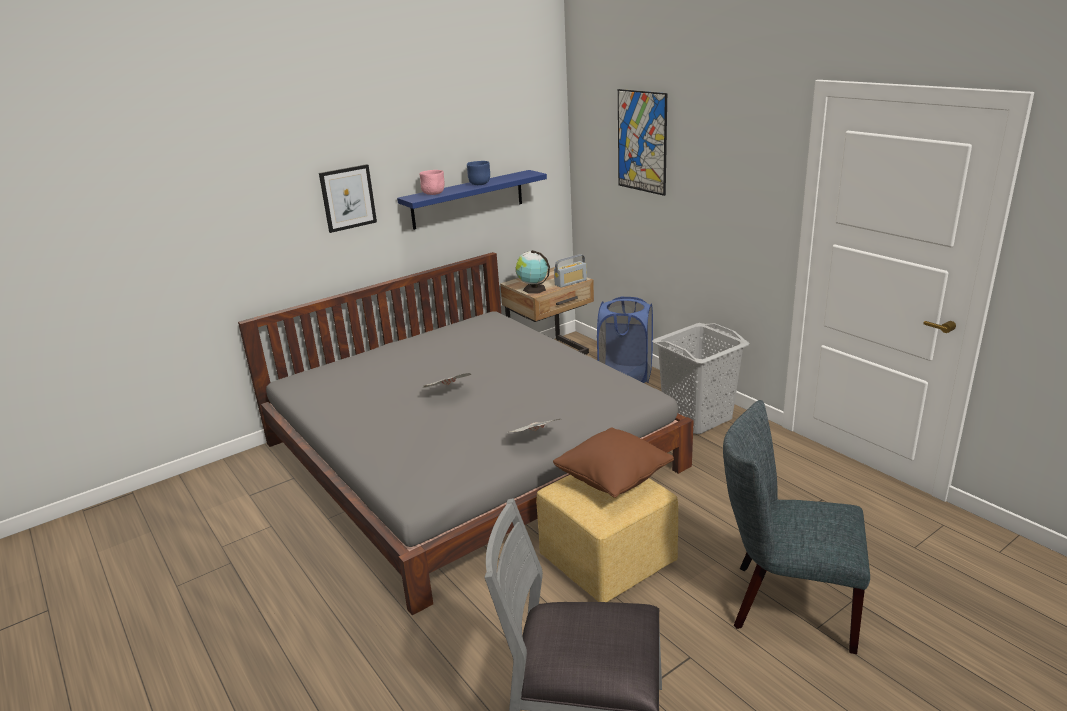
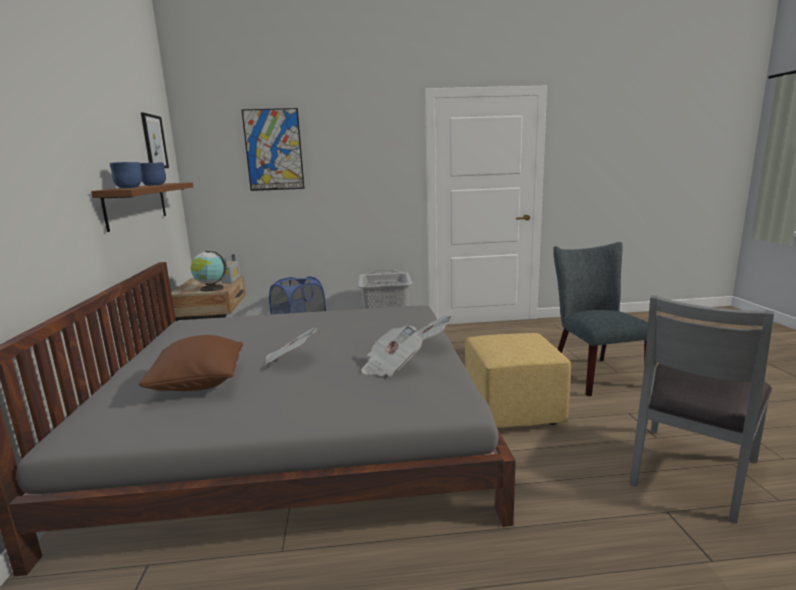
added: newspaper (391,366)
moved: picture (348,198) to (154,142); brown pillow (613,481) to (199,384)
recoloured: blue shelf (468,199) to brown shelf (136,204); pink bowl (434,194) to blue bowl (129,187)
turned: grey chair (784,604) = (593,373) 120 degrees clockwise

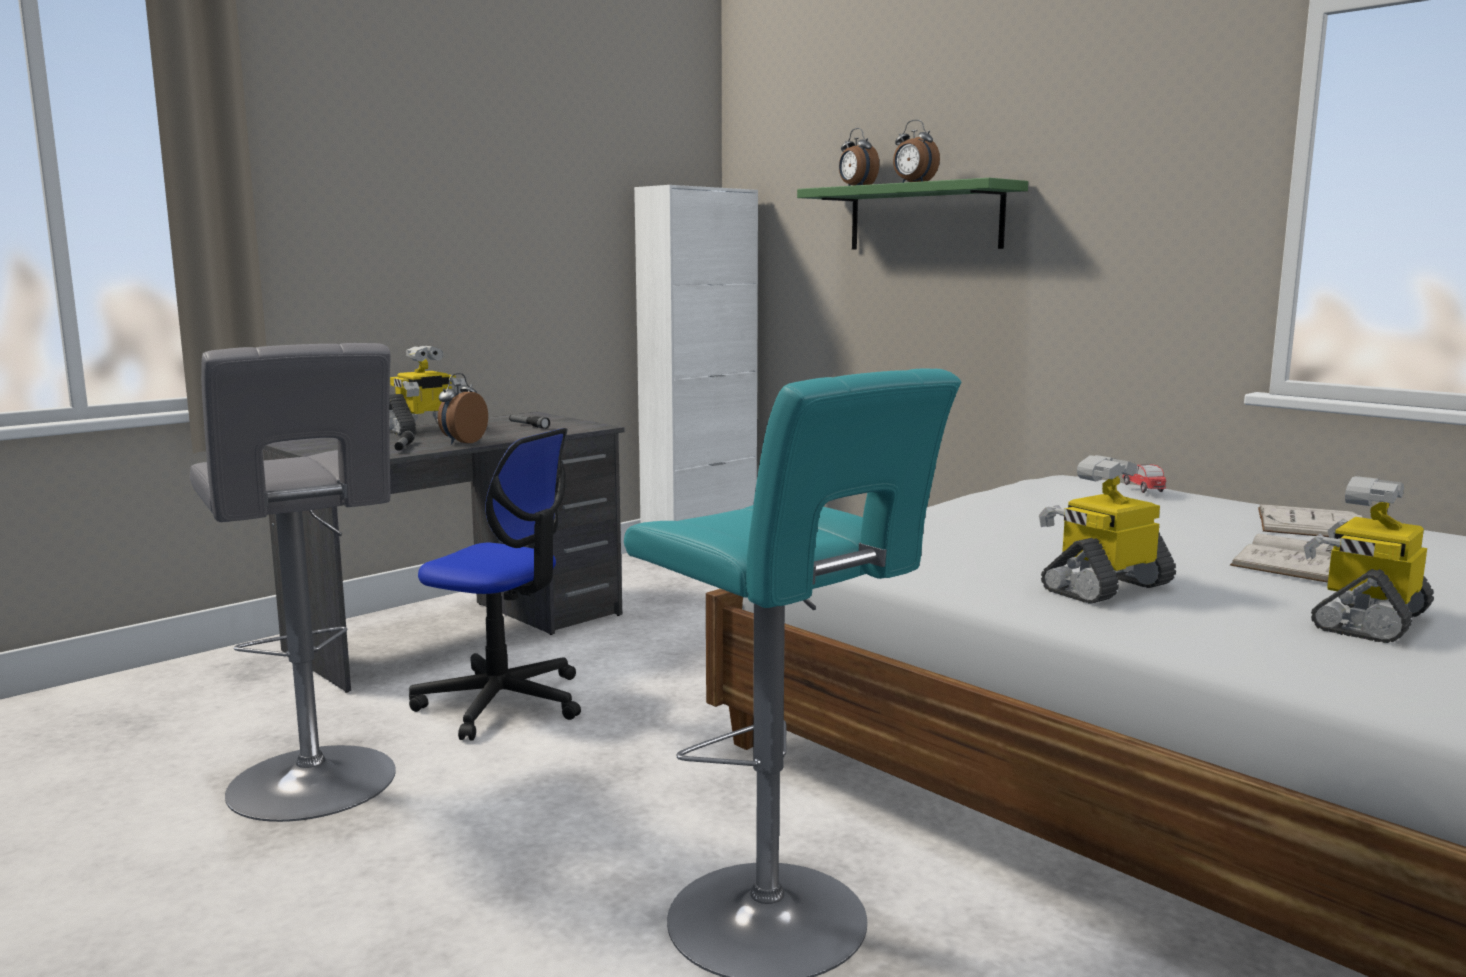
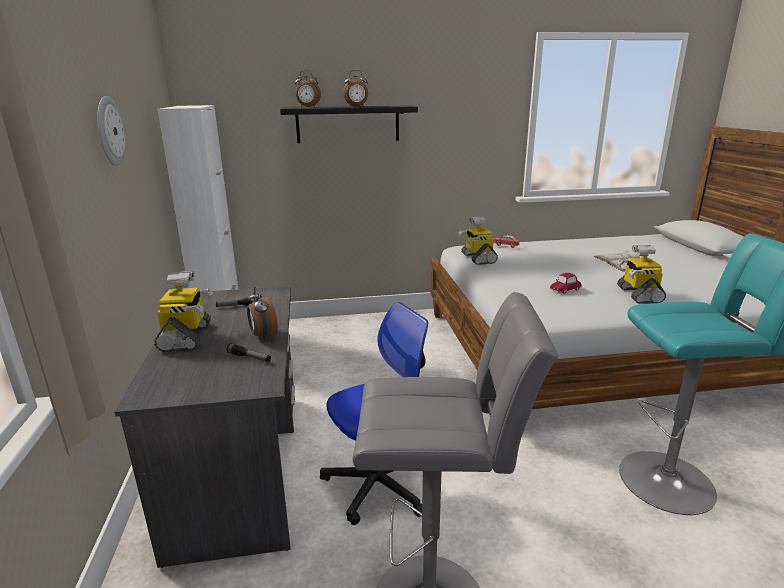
removed: white book (1309,523)
added: wall clock (109,131); toy car (565,289)
moved: toy robot (1367,621) to (477,258)
recoloured: green shelf (925,217) to black shelf (348,124)

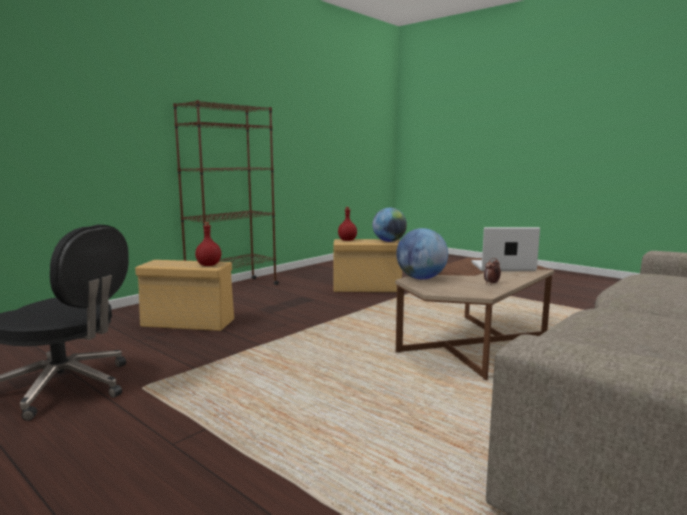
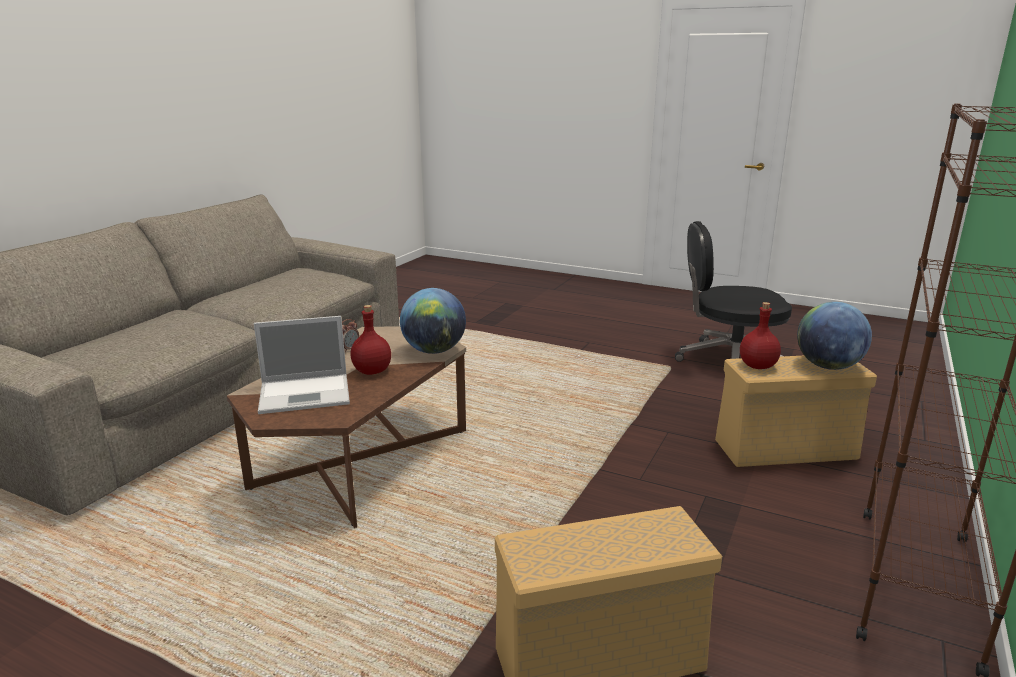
moved: red bottle (347,240) to (373,371); globe (389,241) to (828,366)

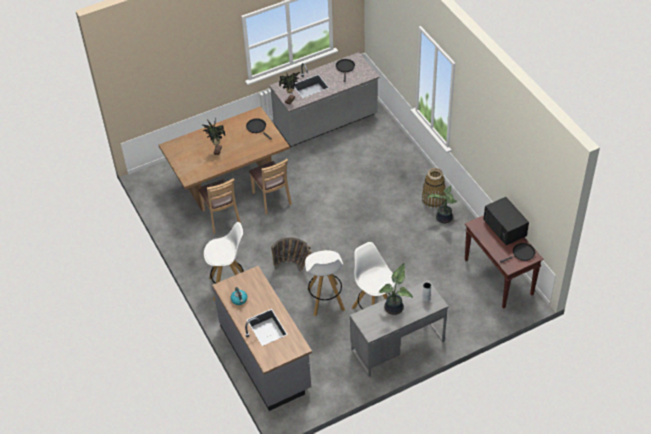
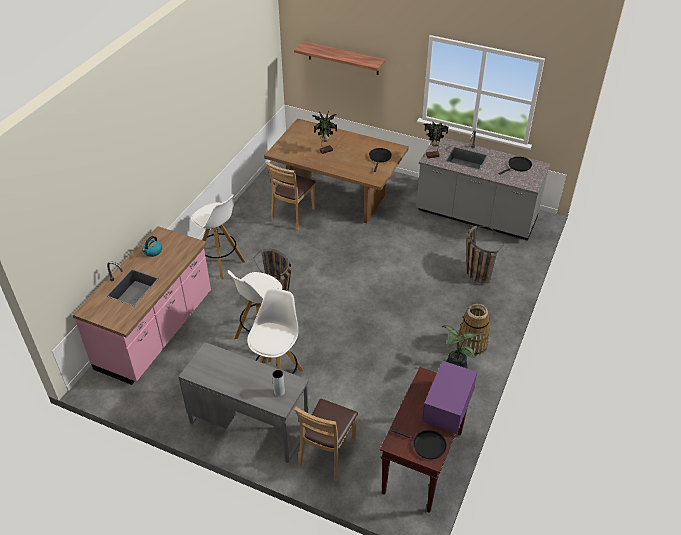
removed: potted plant (395,308)
added: shelf (343,58); basket (474,270)
moved: brown chair (271,199) to (327,453)
recoloured: grey counter (265,357) to pink counter (156,331); black microwave (505,229) to purple microwave (448,408)

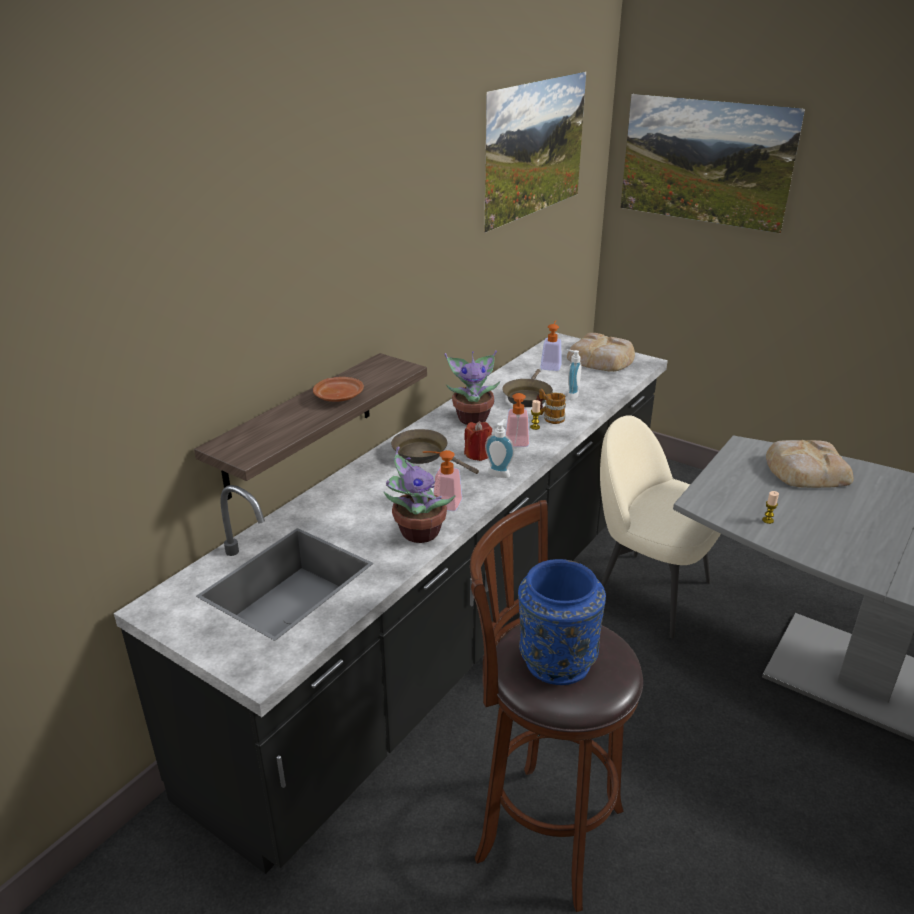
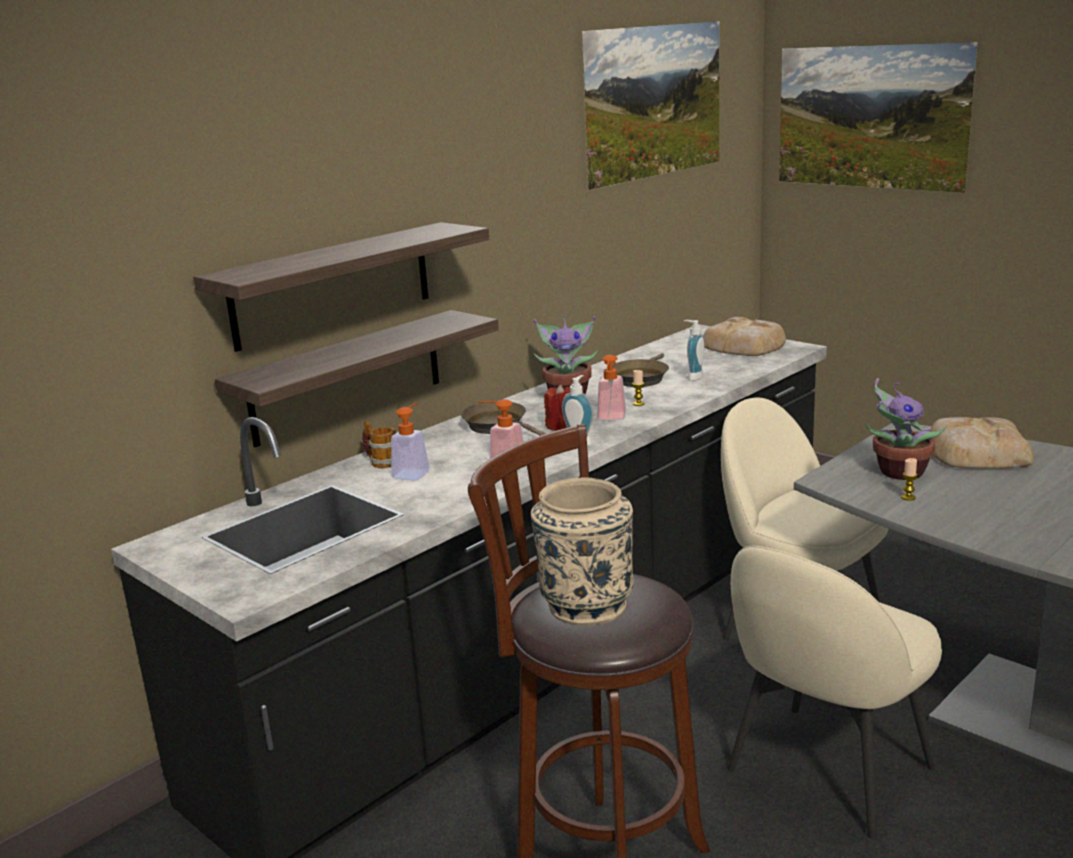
removed: brown plate (339,397)
added: shelf (332,285); beige chair (826,771)
moved: potted plant (417,532) to (898,472); mug (550,418) to (381,461); soap dispenser (551,365) to (414,472)
recoloured: blue vase (556,661) to beige vase (585,605)

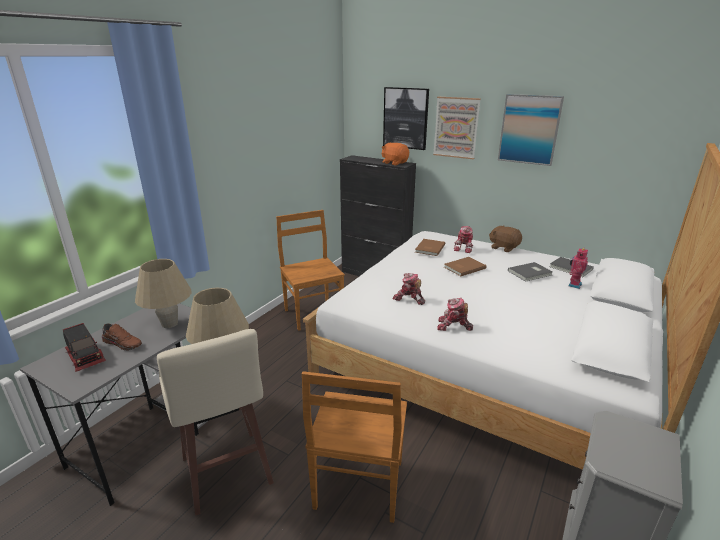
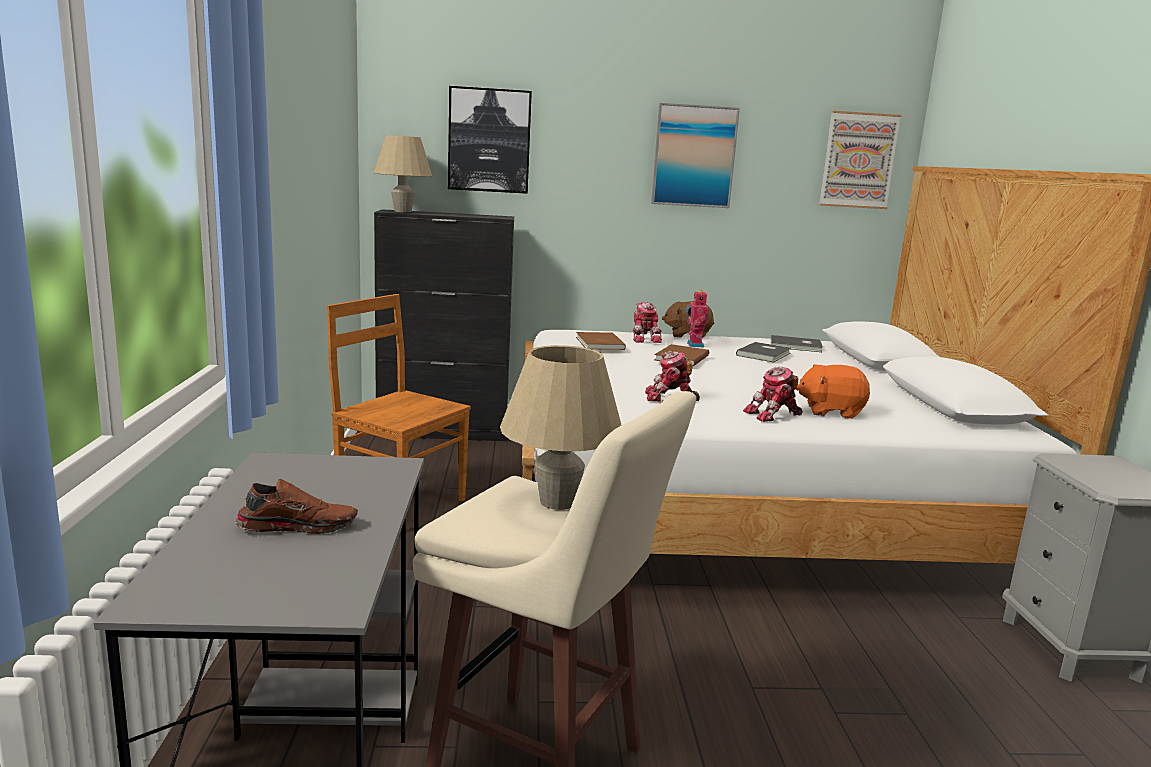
removed: toy truck (86,357); brown chair (358,487)
moved: beige table lamp (170,324) to (403,211); orange plush toy (394,163) to (831,411); picture (456,127) to (858,160); toy robot (573,284) to (694,345)

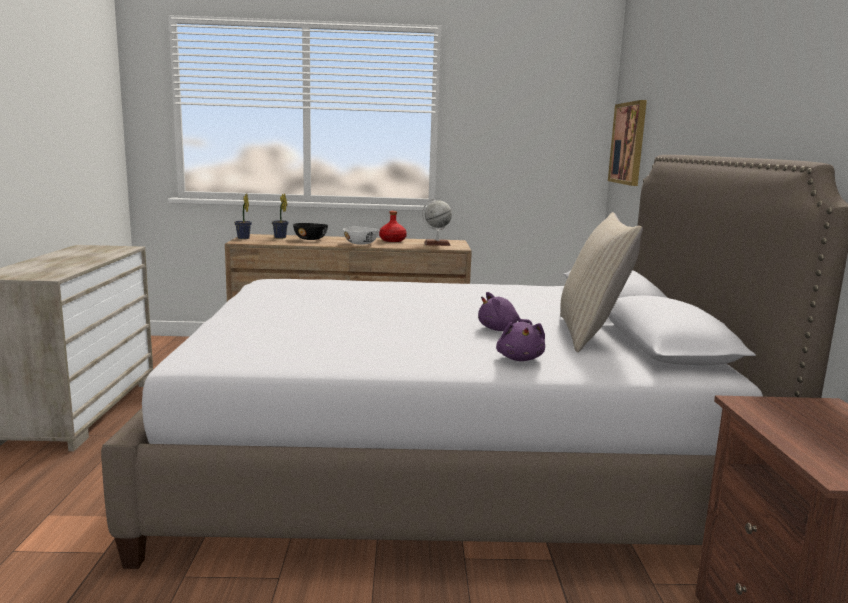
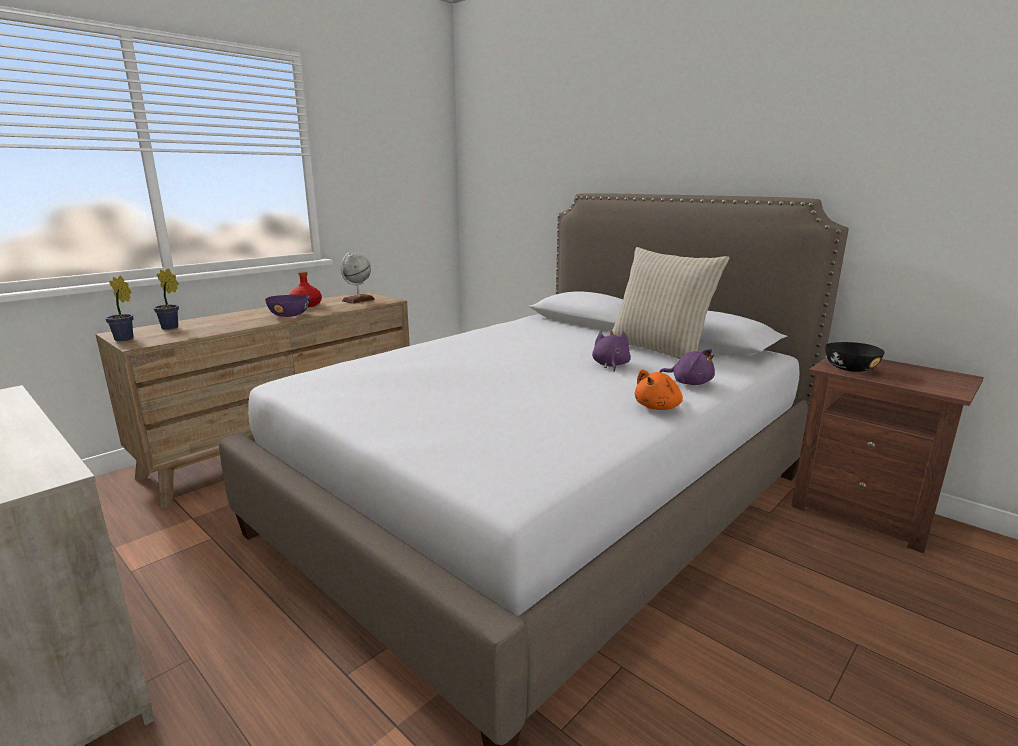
removed: picture (628,143)
added: orange plush toy (658,407)
moved: black bowl (311,239) to (850,369)
recoloured: white bowl (361,244) to purple bowl (290,315)
turned: purple plush toy (500,330) = (610,365) 150 degrees clockwise

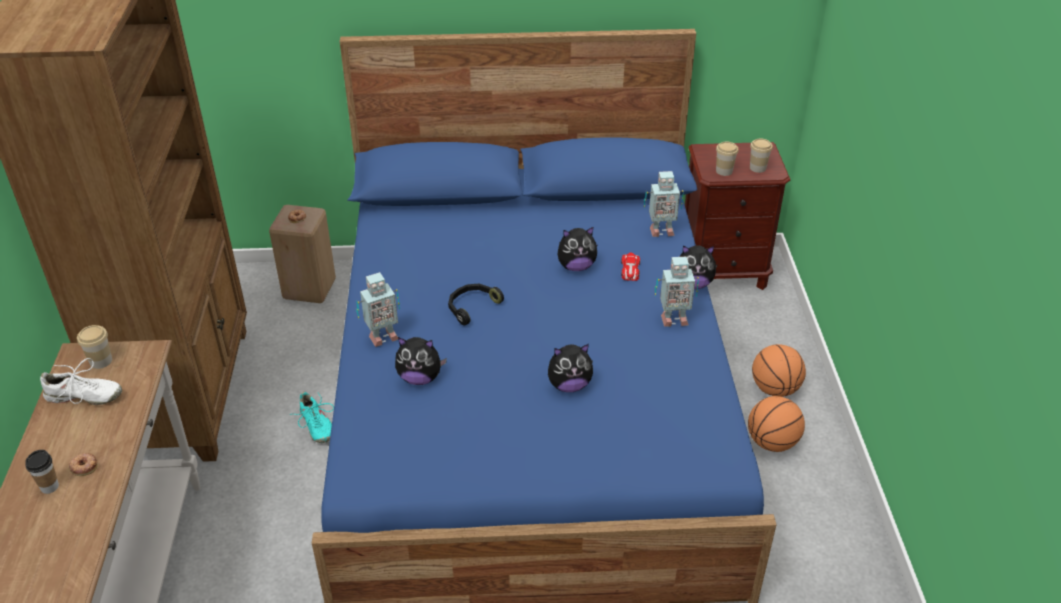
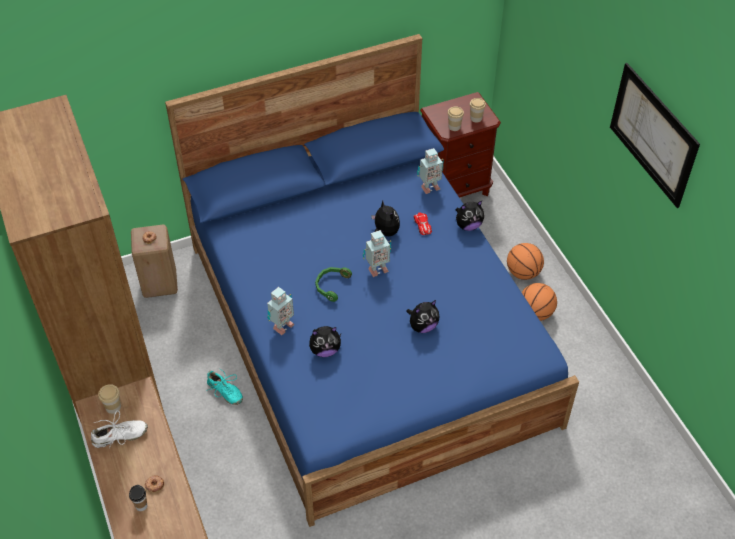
added: picture (653,134)
moved: toy robot (673,319) to (377,269)
recoloured: black headphones (472,307) to green headphones (331,285)
turned: plush toy (576,266) = (385,232) 90 degrees counterclockwise

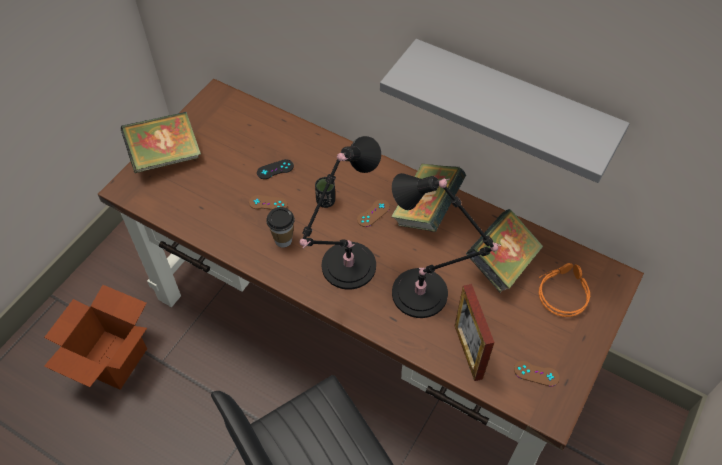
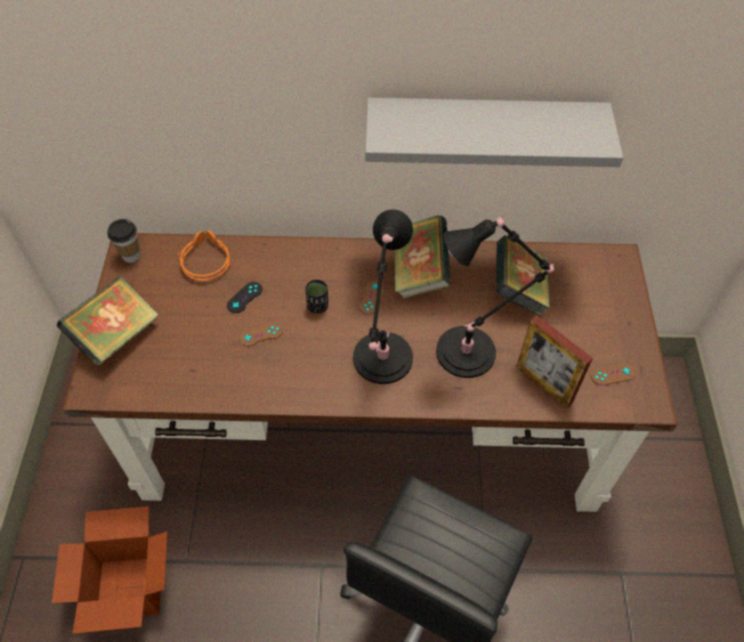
moved: cup (283,240) to (131,255); orange headphones (562,291) to (204,259)

